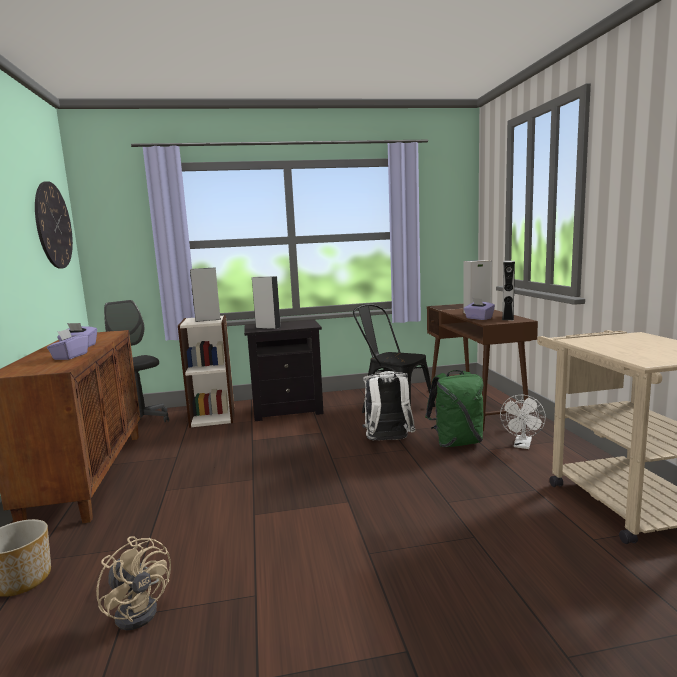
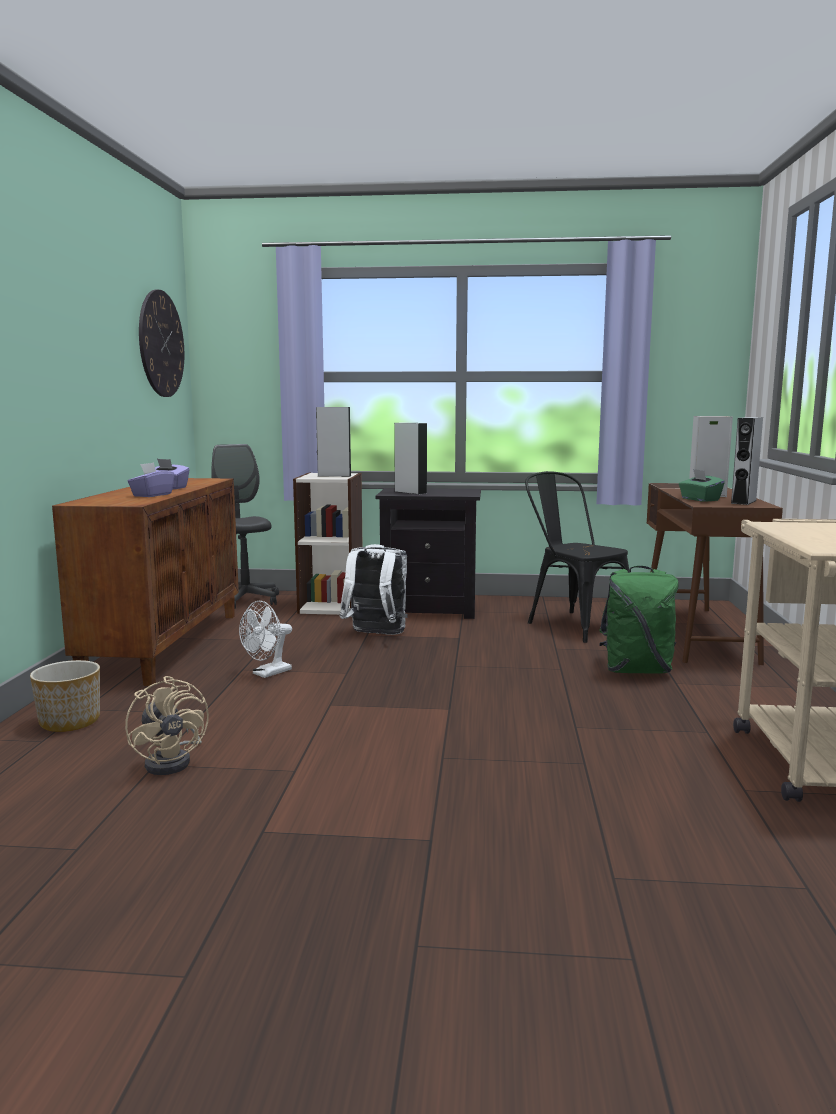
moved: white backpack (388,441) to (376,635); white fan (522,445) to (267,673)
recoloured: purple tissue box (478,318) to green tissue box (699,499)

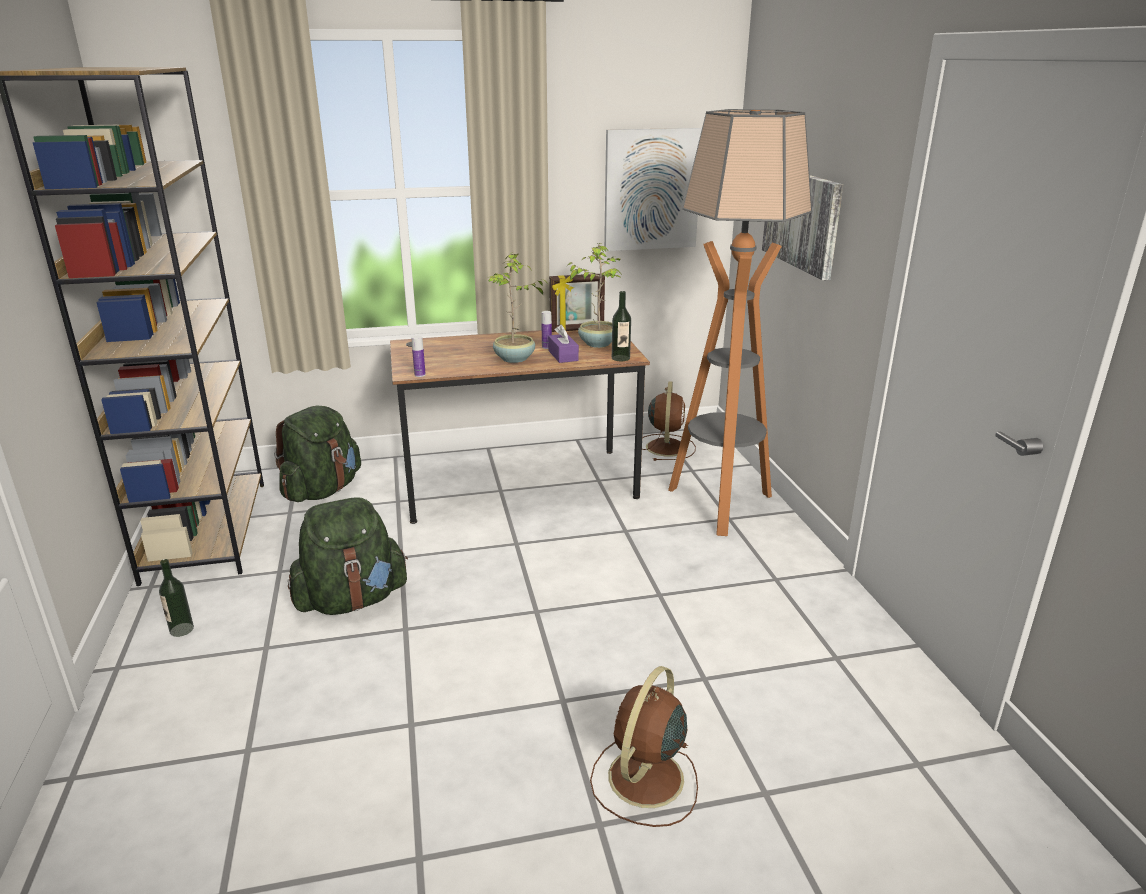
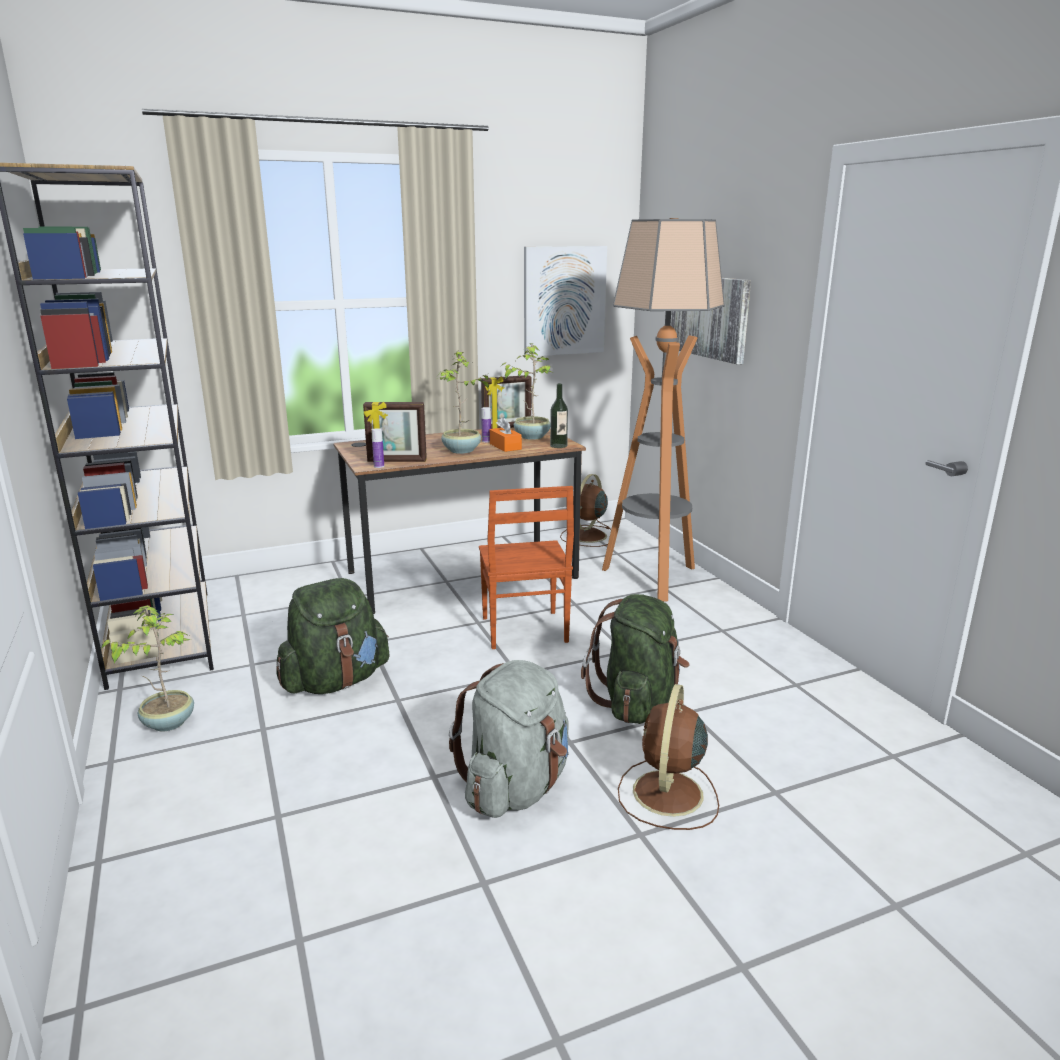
added: picture frame (397,461); grey backpack (516,787); brown chair (523,630)
moved: green backpack (322,490) to (637,703)
replaced: bottle (181,629) to potted plant (168,722)
recoloured: purple tissue box (563,356) to orange tissue box (505,446)
turned: brown fan (666,447) = (587,536) 150 degrees counterclockwise

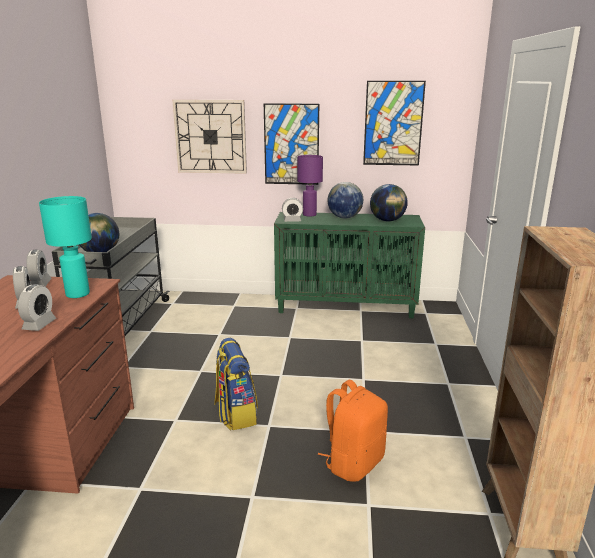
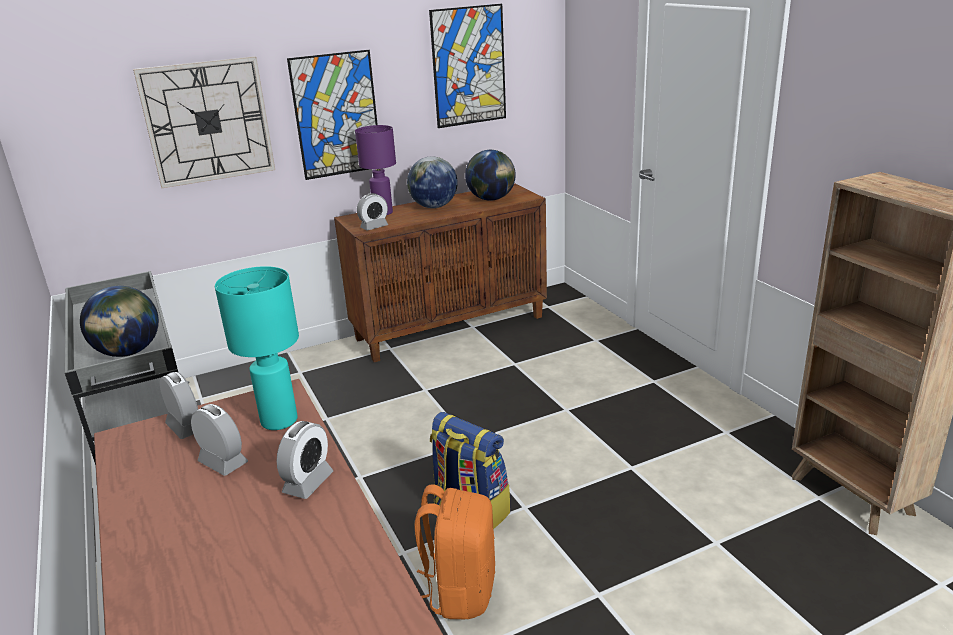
moved: orange backpack (353,463) to (460,591)
recoloured: green cabinet (346,307) to brown cabinet (450,327)
turned: alarm clock (39,324) = (308,483) 45 degrees clockwise

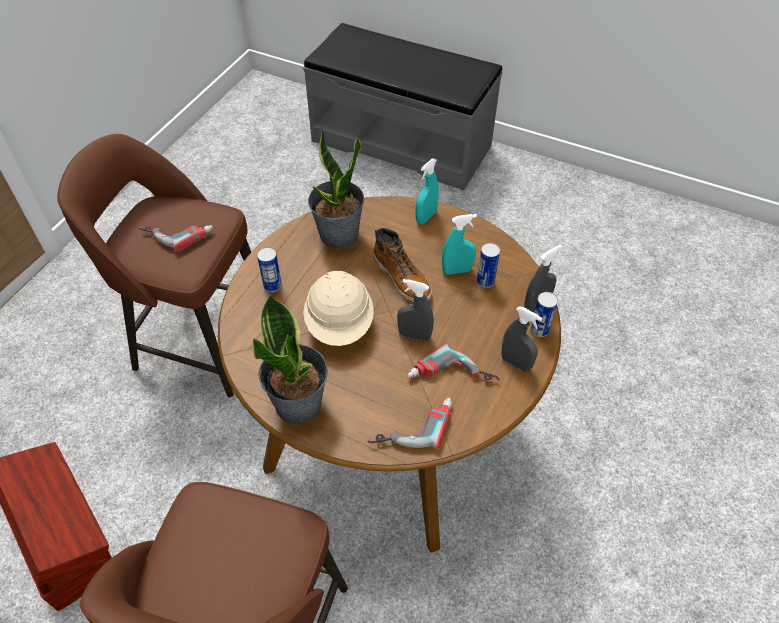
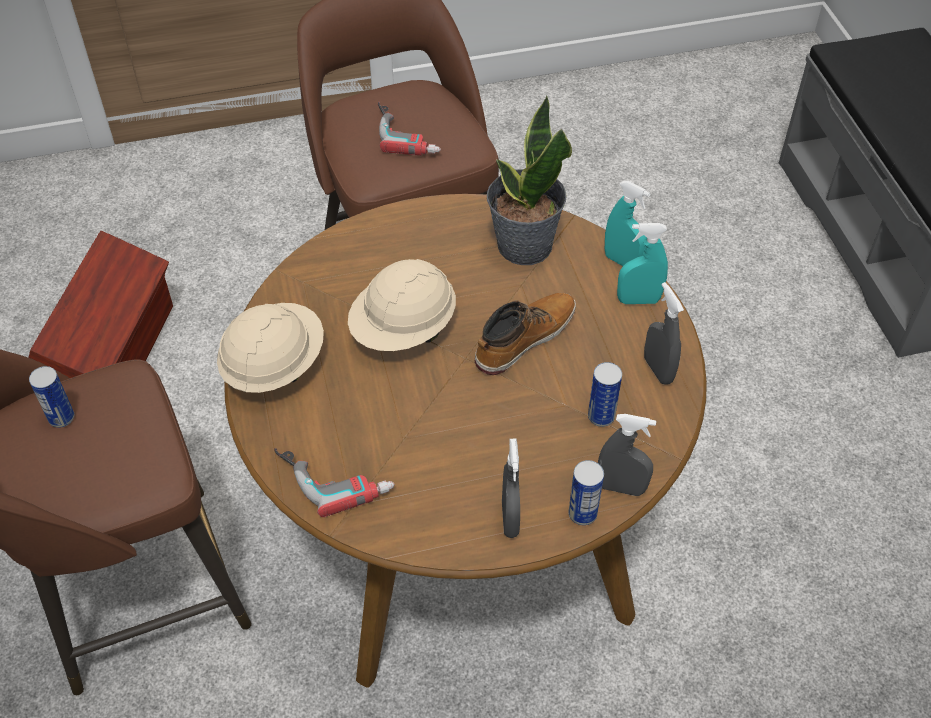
removed: power drill (451,380)
moved: can (272,286) to (61,418); grey spray bottle (414,335) to (658,370); turquoise spray bottle (457,270) to (622,261)
replaced: potted plant (299,403) to beige hard hat (274,365)
turned: boot (402,277) = (524,338) 150 degrees counterclockwise

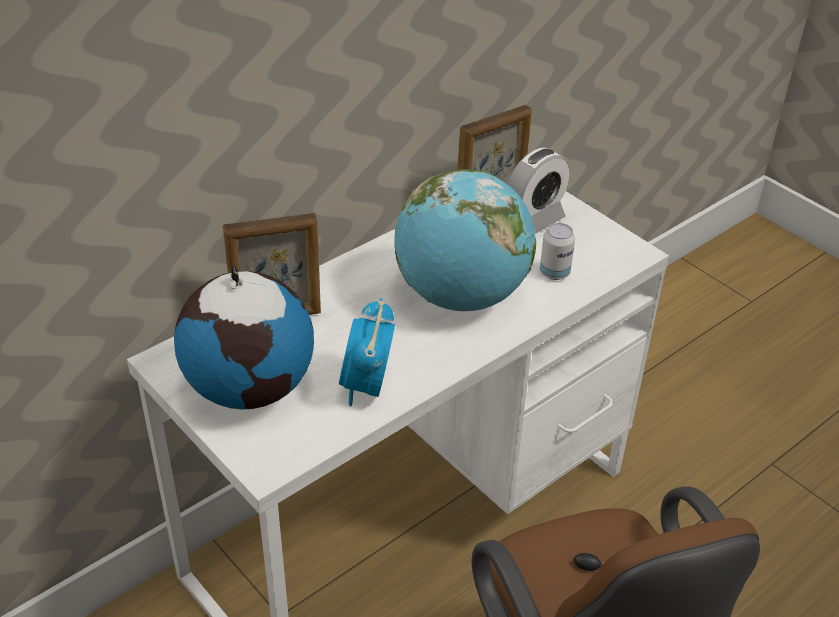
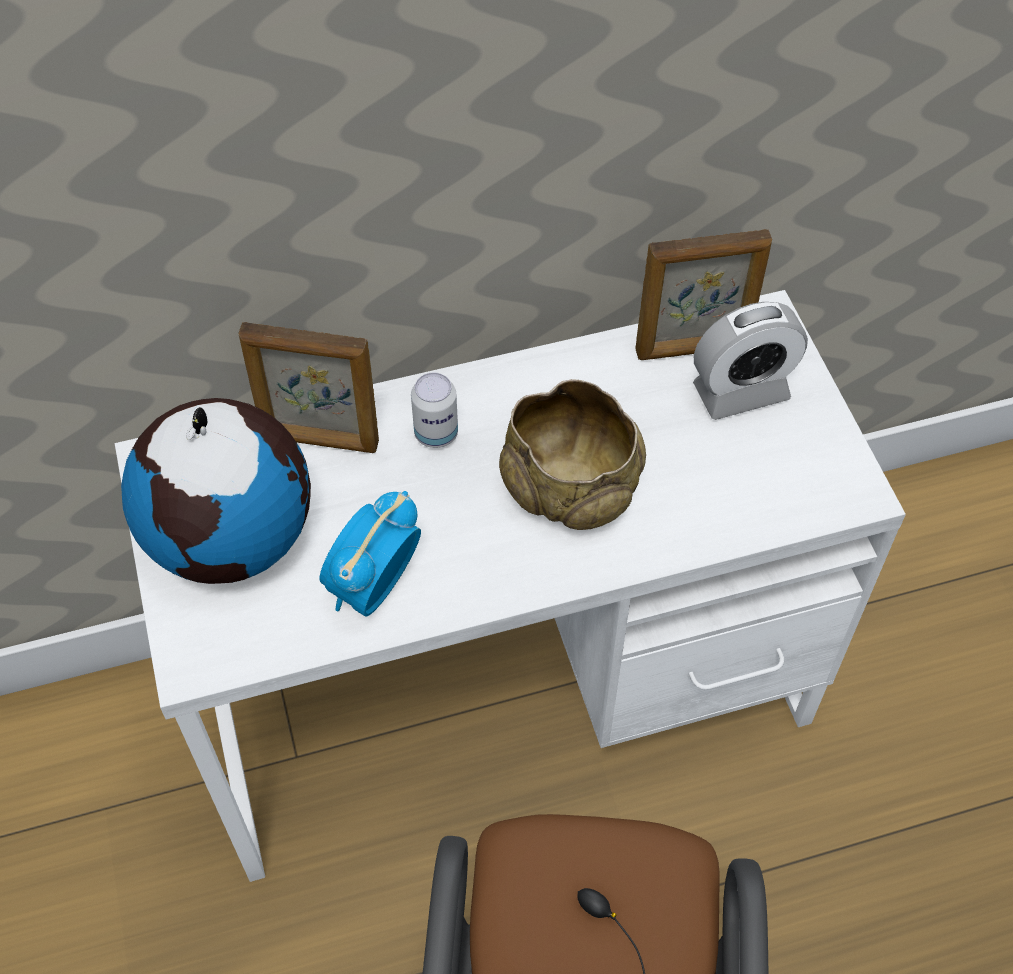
moved: can (554,273) to (436,433)
replaced: globe (461,296) to beige bowl (571,487)

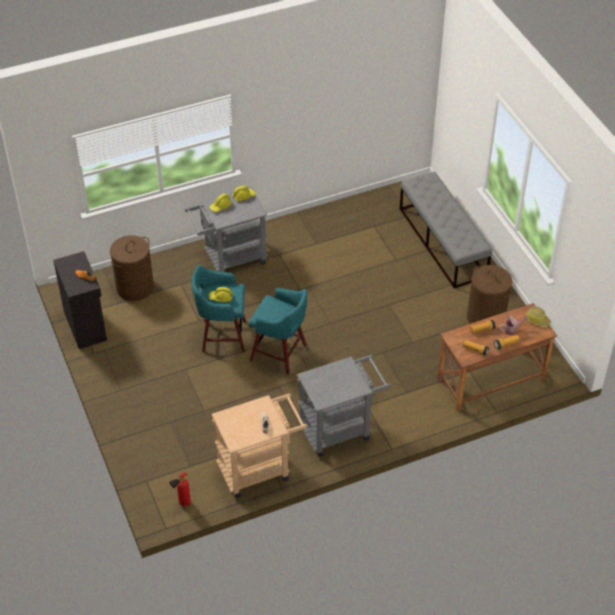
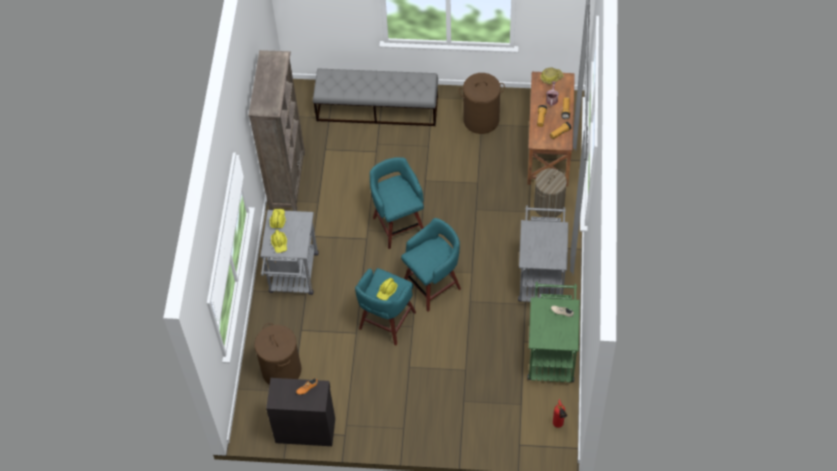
added: brown bookcase (287,180); turquoise stool (398,224); laundry basket (549,206)
recoloured: beige cart (259,468) to green cart (551,352)

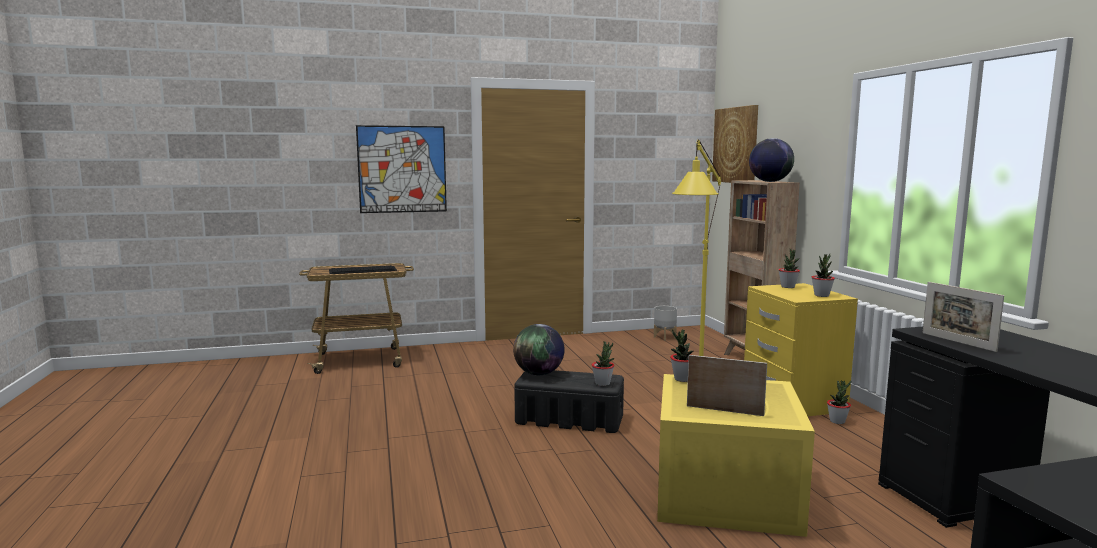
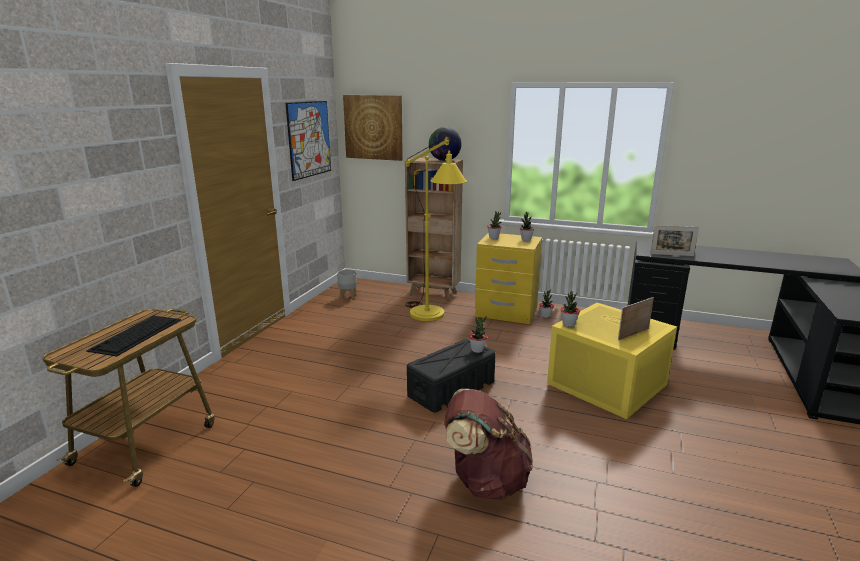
removed: globe (539,374)
added: brown backpack (485,480)
moved: picture (402,169) to (309,139)

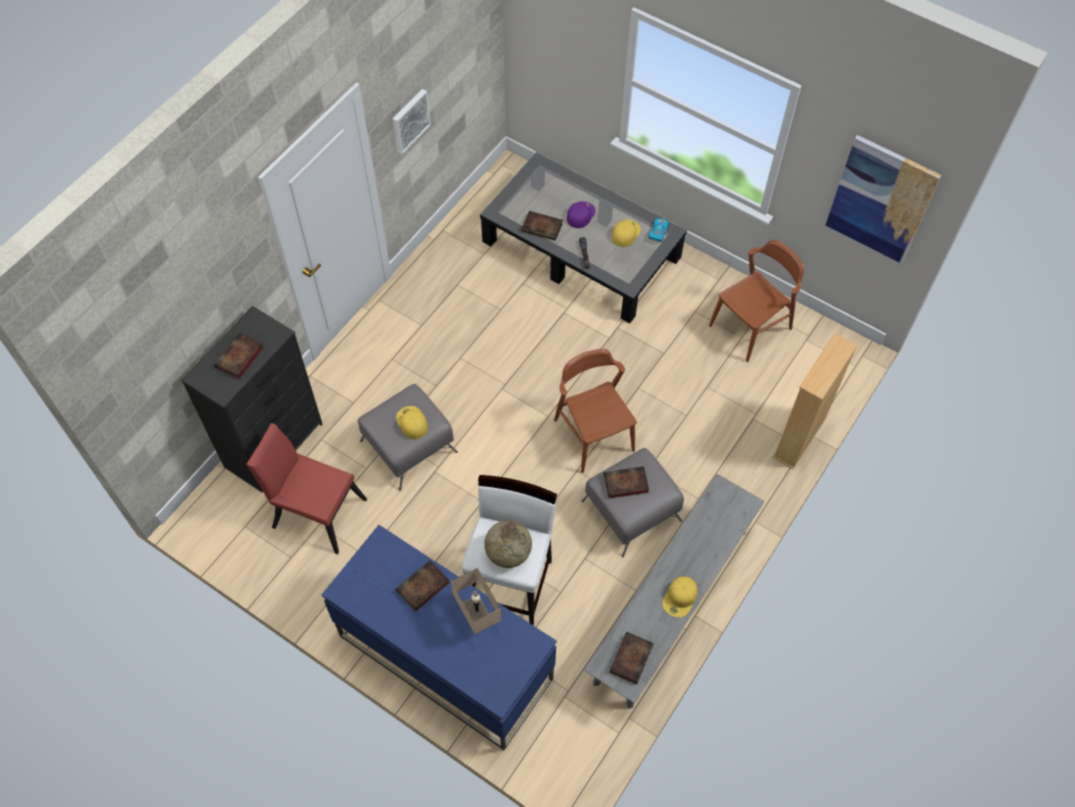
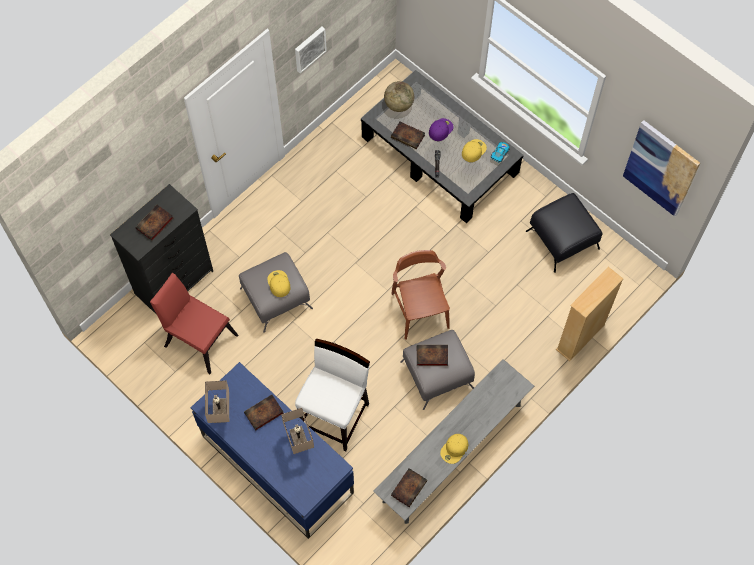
added: beige table lamp (219,412)
moved: globe (508,553) to (398,105)
replaced: brown chair (750,327) to black ottoman (562,240)

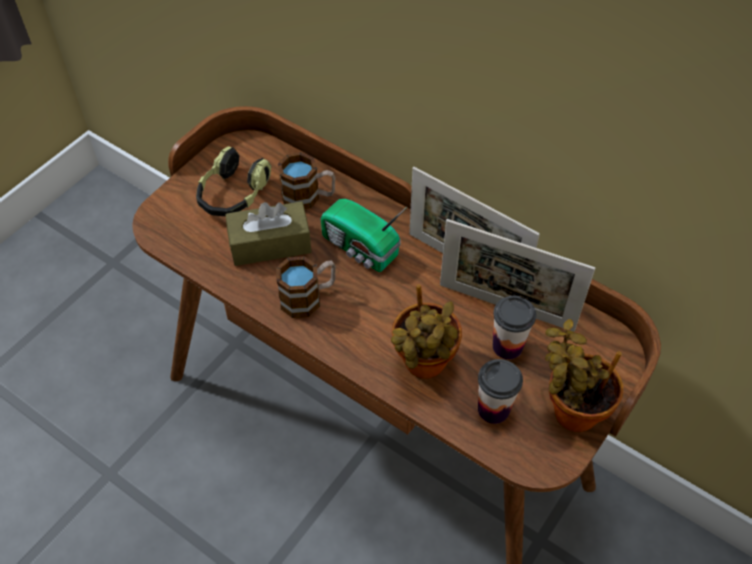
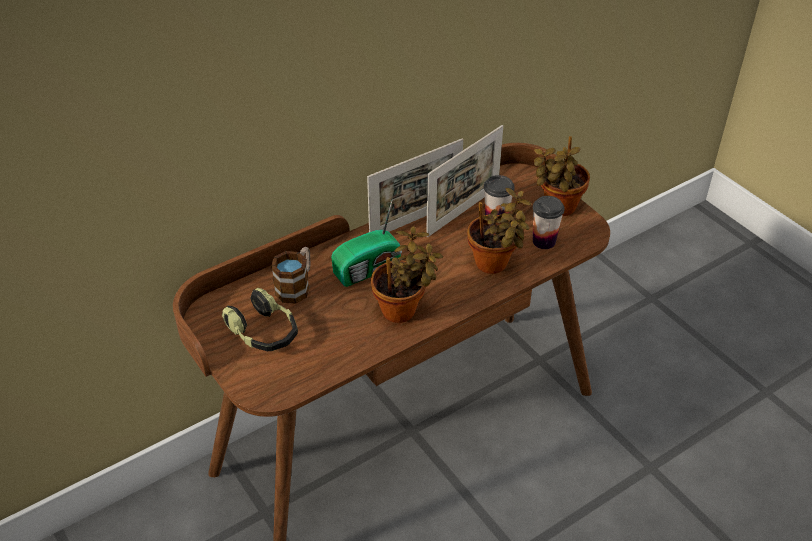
removed: brown tissue box (270,244)
replaced: mug (308,297) to potted plant (403,310)

